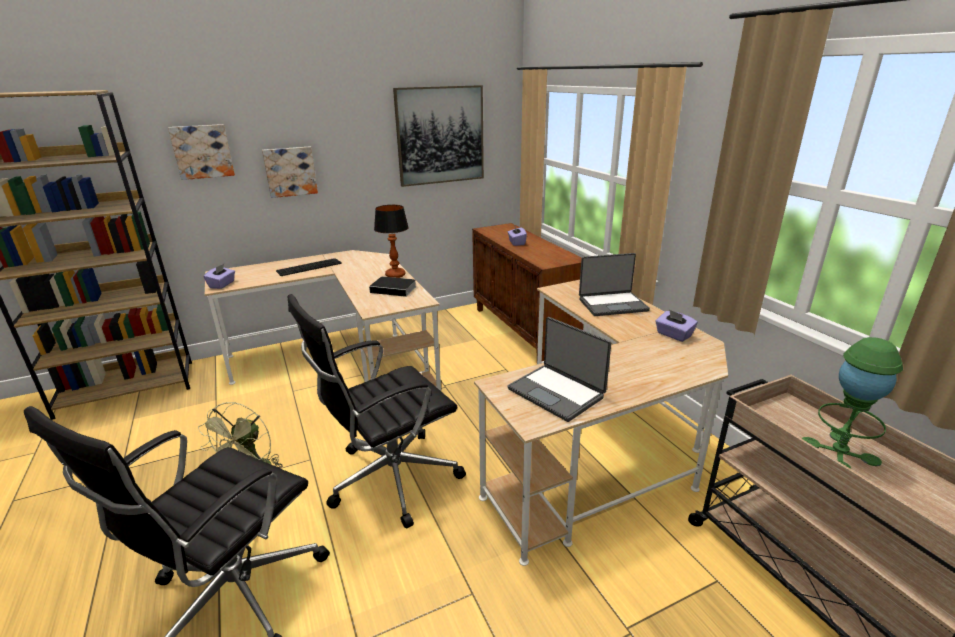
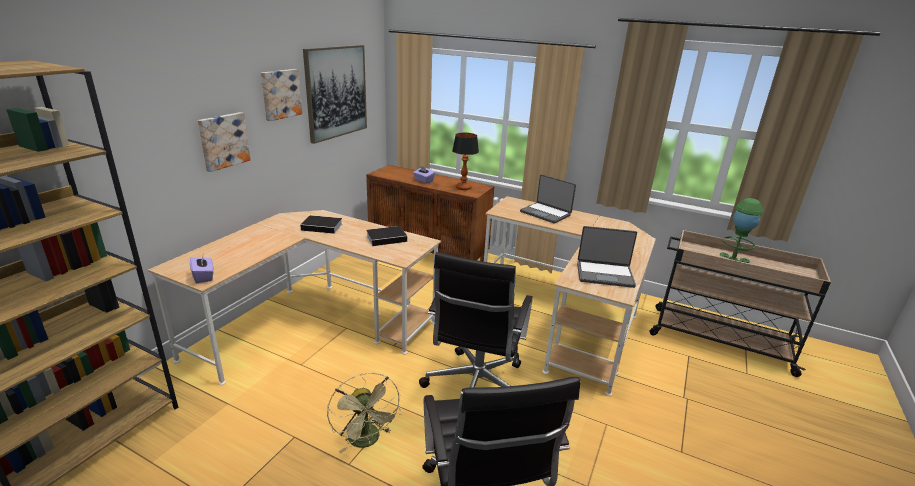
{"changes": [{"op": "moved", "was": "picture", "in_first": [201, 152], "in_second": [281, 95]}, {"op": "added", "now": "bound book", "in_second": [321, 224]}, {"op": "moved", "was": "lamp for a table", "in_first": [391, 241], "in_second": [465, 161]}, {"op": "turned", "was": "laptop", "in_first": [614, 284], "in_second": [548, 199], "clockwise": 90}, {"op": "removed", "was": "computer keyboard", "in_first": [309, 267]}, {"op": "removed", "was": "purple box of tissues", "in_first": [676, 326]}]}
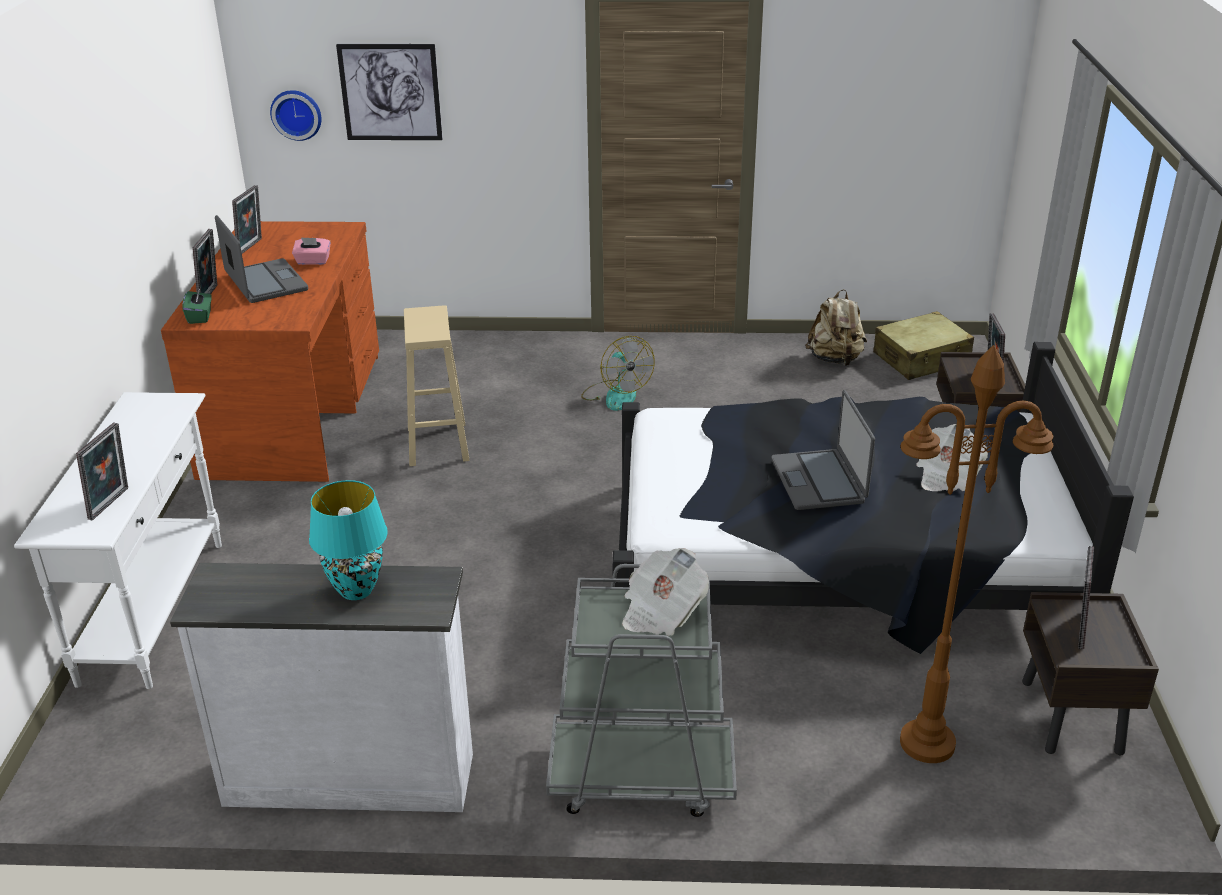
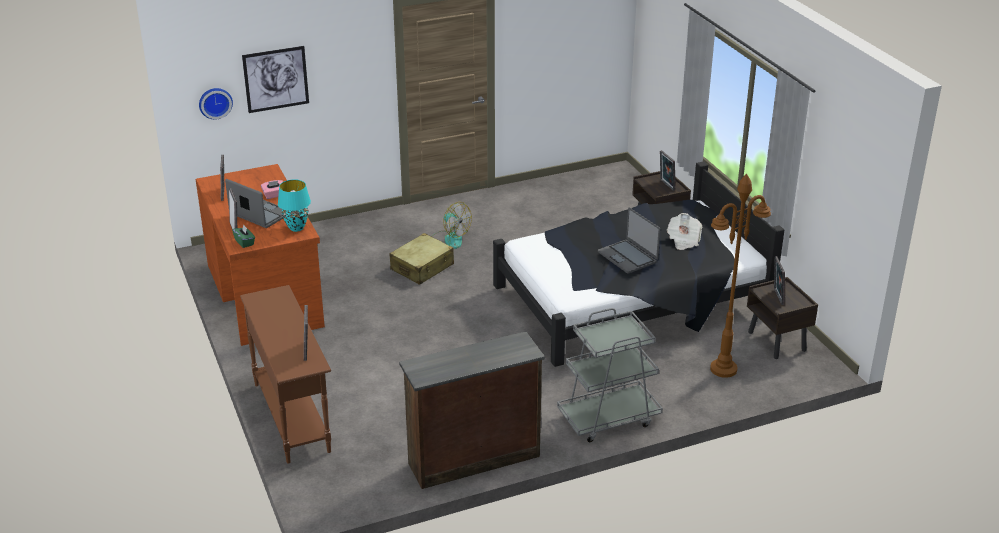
{"changes": [{"op": "recoloured", "was": "whitish hall table", "now": "brown-coloured hall table", "in_first": [118, 540], "in_second": [285, 374]}, {"op": "moved", "was": "turquoise-coloured lamp for a table", "in_first": [348, 540], "in_second": [294, 205]}, {"op": "moved", "was": "beige-coloured piece of luggage", "in_first": [923, 345], "in_second": [422, 259]}, {"op": "recoloured", "was": "whitish chest of drawers", "now": "brown-coloured chest of drawers", "in_first": [321, 687], "in_second": [472, 410]}, {"op": "removed", "was": "beige-coloured stool seat", "in_first": [436, 385]}, {"op": "removed", "was": "newspaper", "in_first": [665, 592]}, {"op": "removed", "was": "beige-coloured knapsack", "in_first": [836, 327]}]}
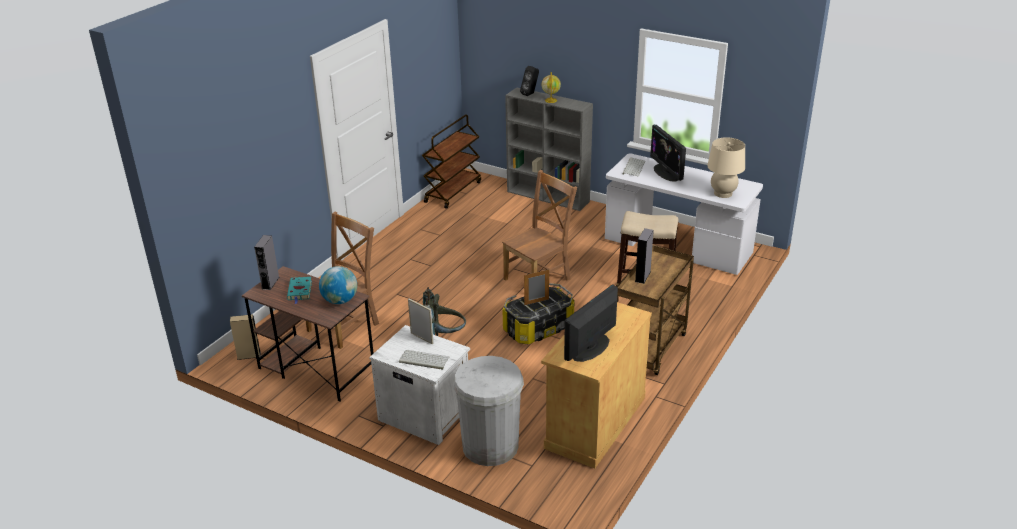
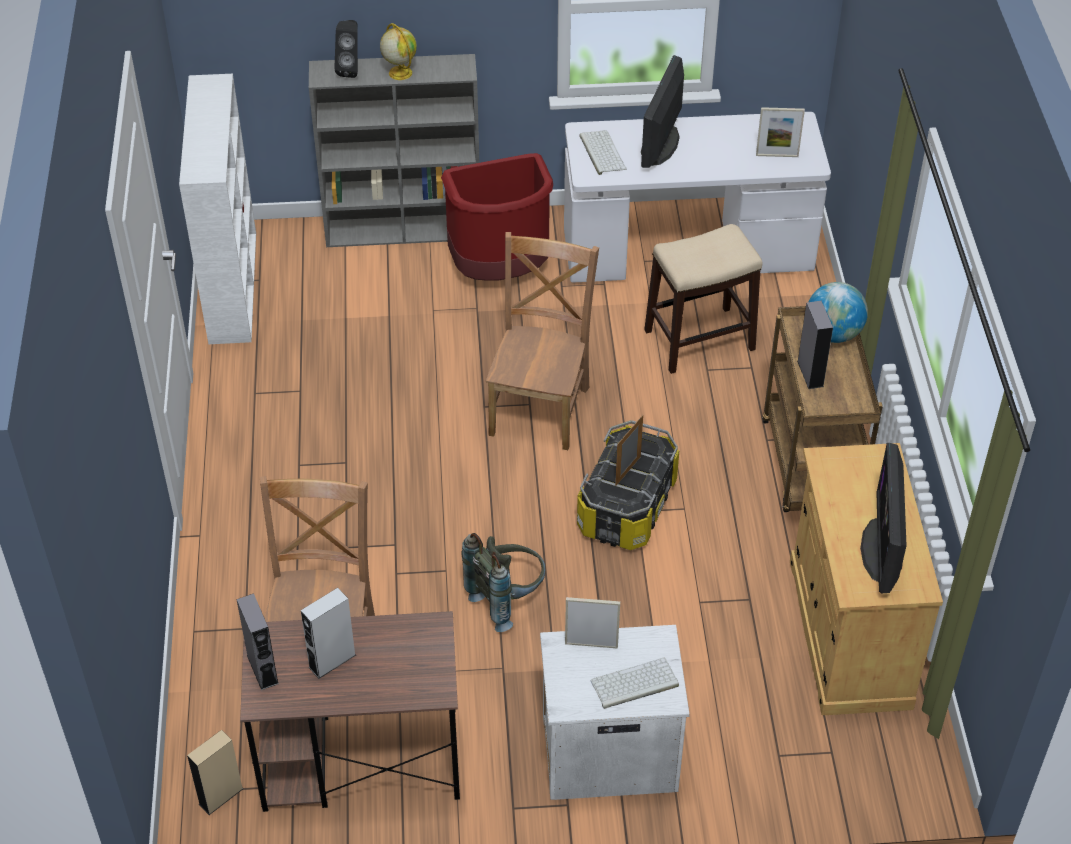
{"changes": [{"op": "replaced", "was": "brown-coloured trolley", "now": "whitish bookcase", "in_first": [451, 161], "in_second": [217, 209]}, {"op": "replaced", "was": "turquoise-coloured bound book", "now": "grey speaker", "in_first": [299, 290], "in_second": [328, 633]}, {"op": "added", "now": "reddish rubbish bin", "in_second": [497, 217]}, {"op": "turned", "was": "computer display", "in_first": [668, 153], "in_second": [662, 111], "clockwise": 75}, {"op": "replaced", "was": "beige-coloured lamp for a table", "now": "standing frame", "in_first": [726, 167], "in_second": [780, 132]}, {"op": "moved", "was": "desk globe", "in_first": [338, 285], "in_second": [838, 312]}, {"op": "removed", "was": "whitish rubbish bin", "in_first": [488, 411]}]}
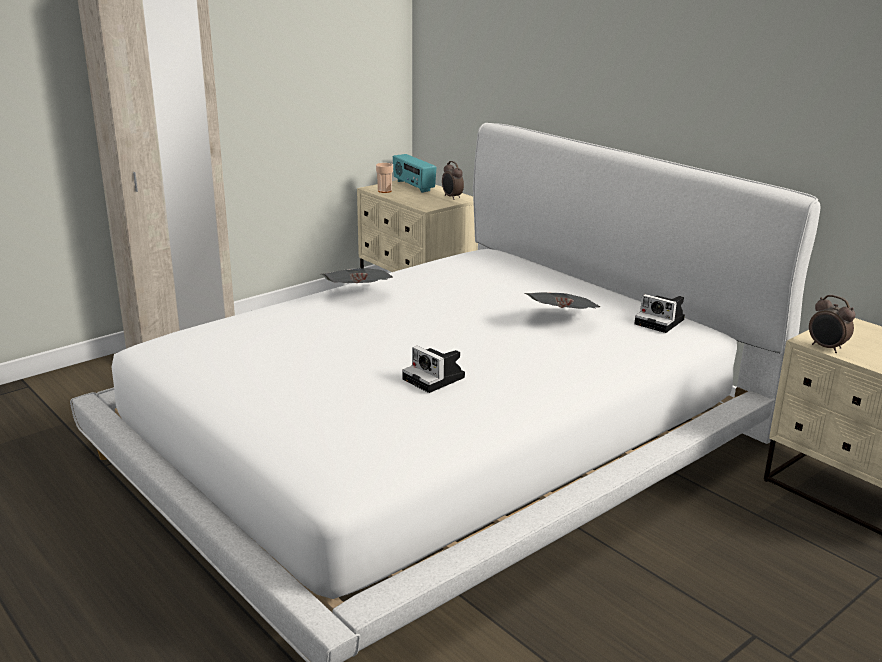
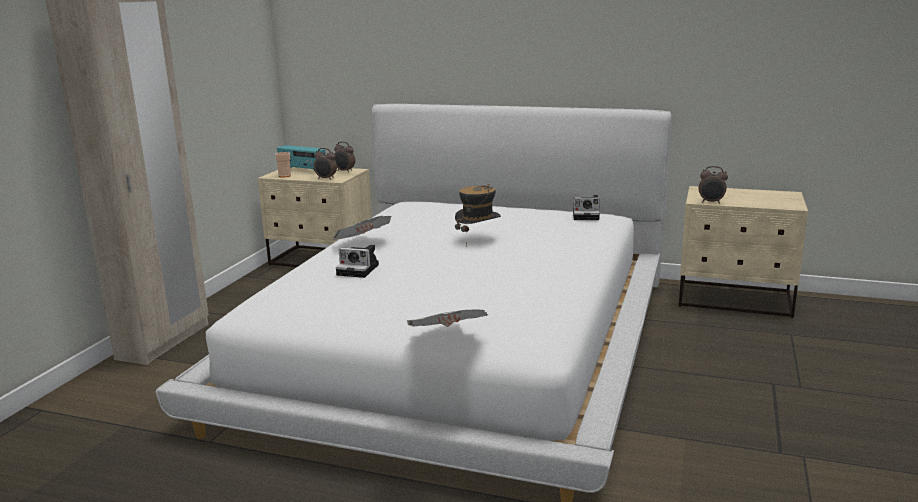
{"changes": [{"op": "added", "now": "alarm clock", "in_second": [325, 164]}, {"op": "moved", "was": "photo camera", "in_first": [433, 369], "in_second": [357, 261]}, {"op": "moved", "was": "newspaper", "in_first": [562, 300], "in_second": [447, 318]}, {"op": "added", "now": "hat", "in_second": [478, 215]}]}
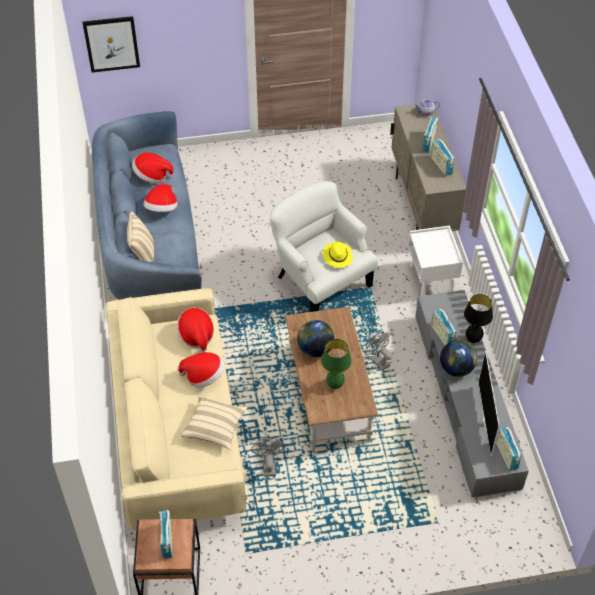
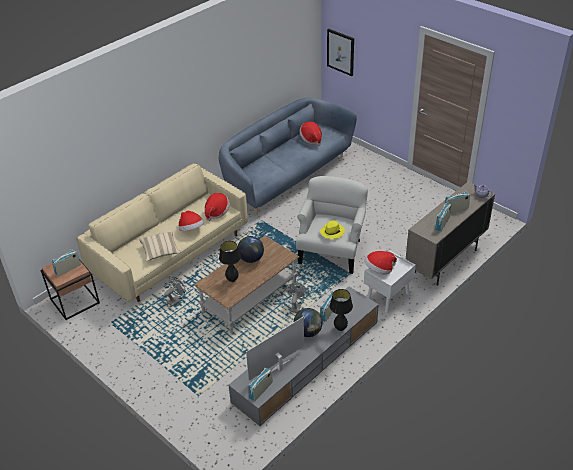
{"changes": [{"op": "recoloured", "was": "green-coloured lamp for a table", "now": "black-coloured lamp for a table", "in_first": [336, 364], "in_second": [230, 261]}, {"op": "moved", "was": "hat", "in_first": [161, 197], "in_second": [380, 262]}, {"op": "removed", "was": "beige-coloured throw pillow", "in_first": [140, 236]}]}
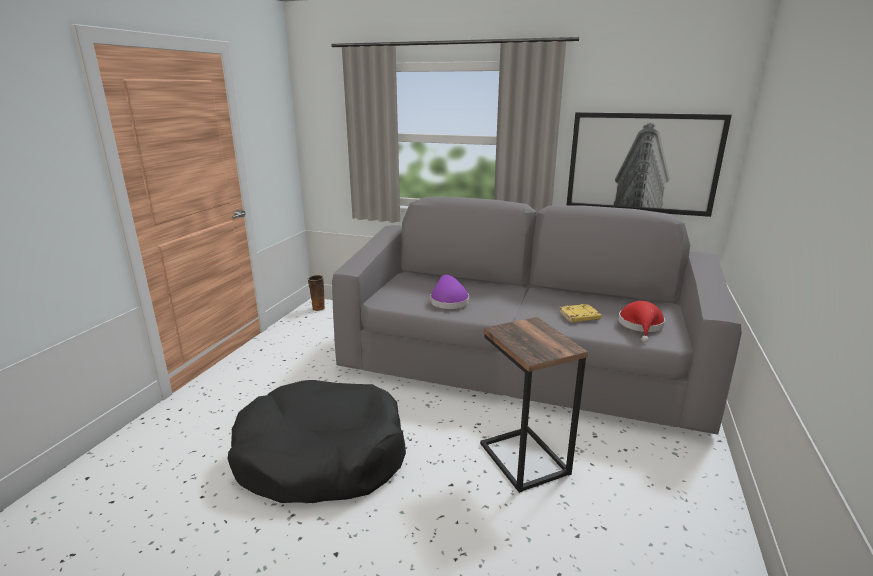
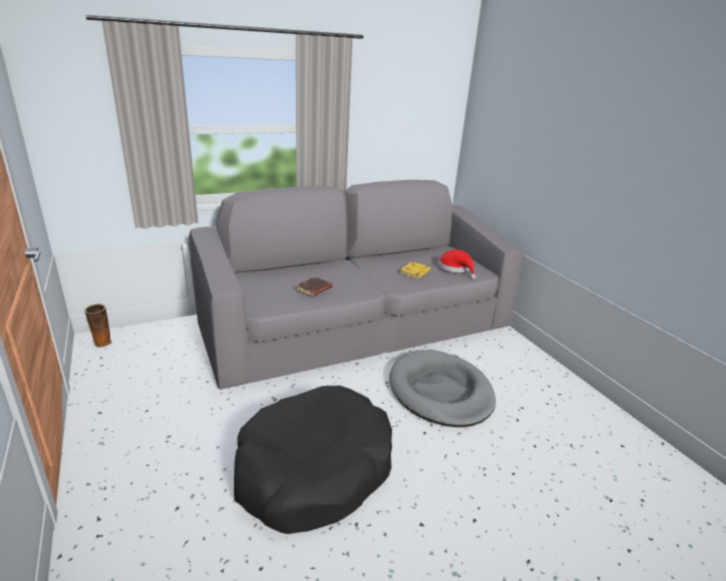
{"changes": [{"op": "replaced", "was": "purple hat", "now": "brown-coloured bound book", "in_first": [449, 292], "in_second": [314, 287]}, {"op": "replaced", "was": "end table", "now": "grey pet bed", "in_first": [534, 405], "in_second": [442, 388]}, {"op": "removed", "was": "picture", "in_first": [649, 164]}]}
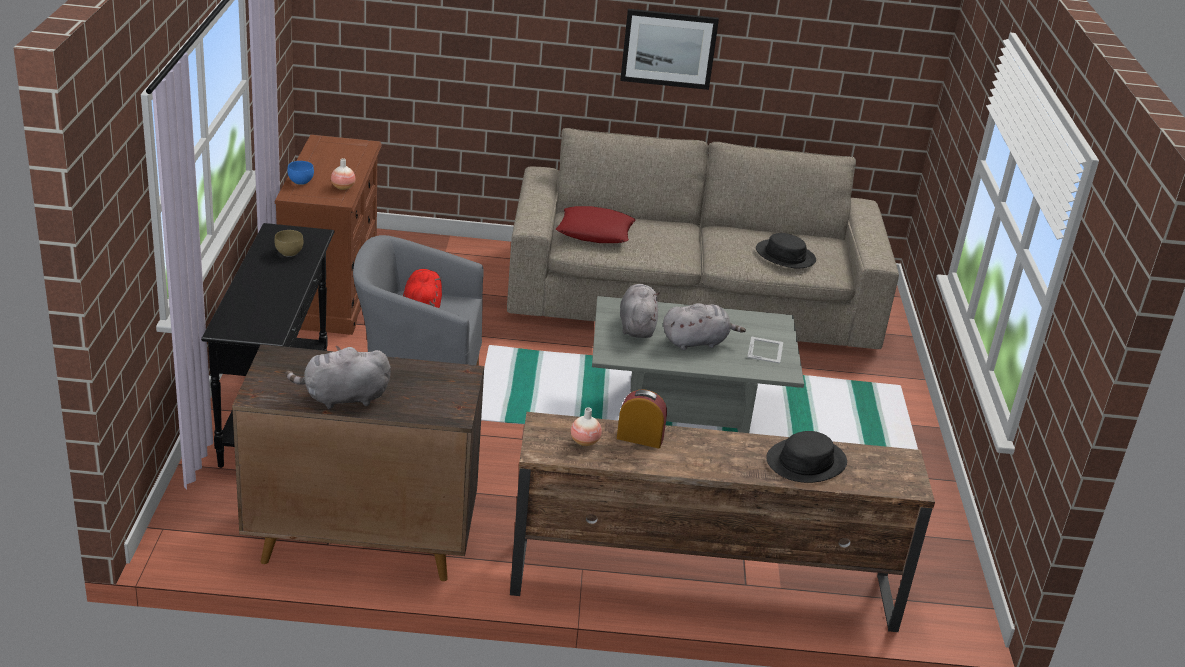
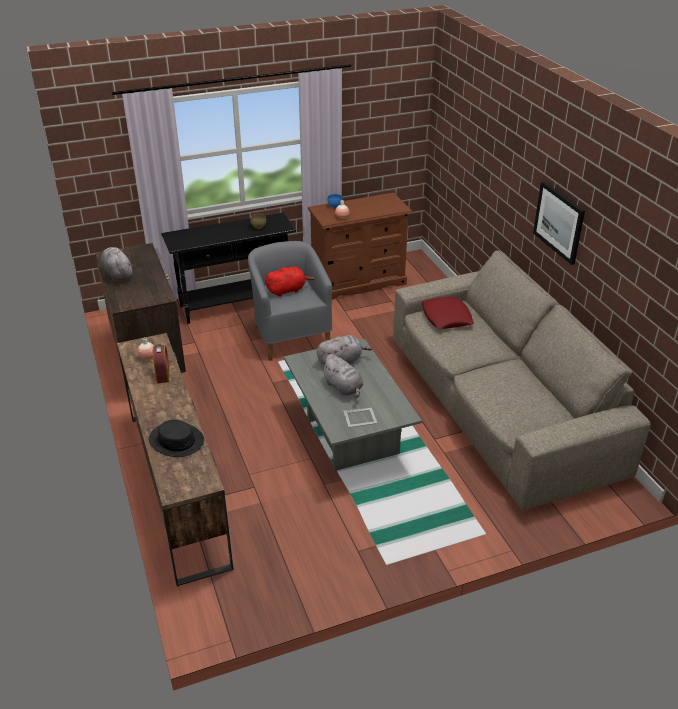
{"changes": [{"op": "removed", "was": "black-coloured hat", "in_first": [786, 251]}]}
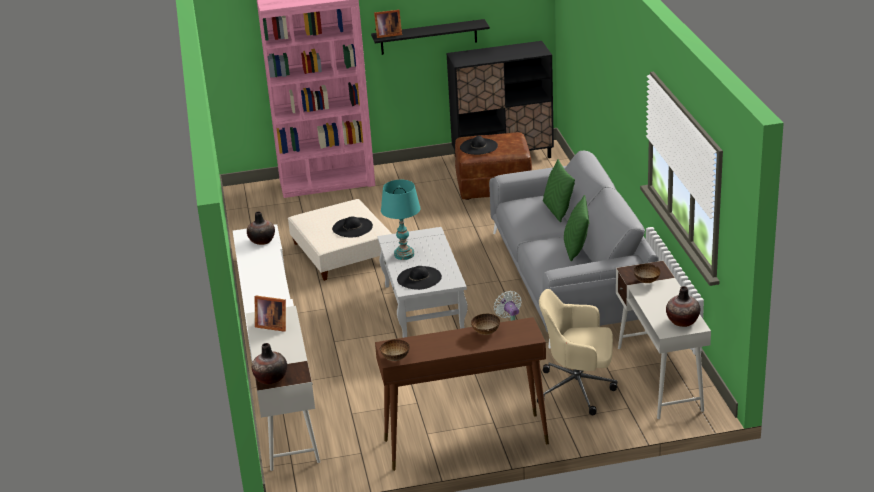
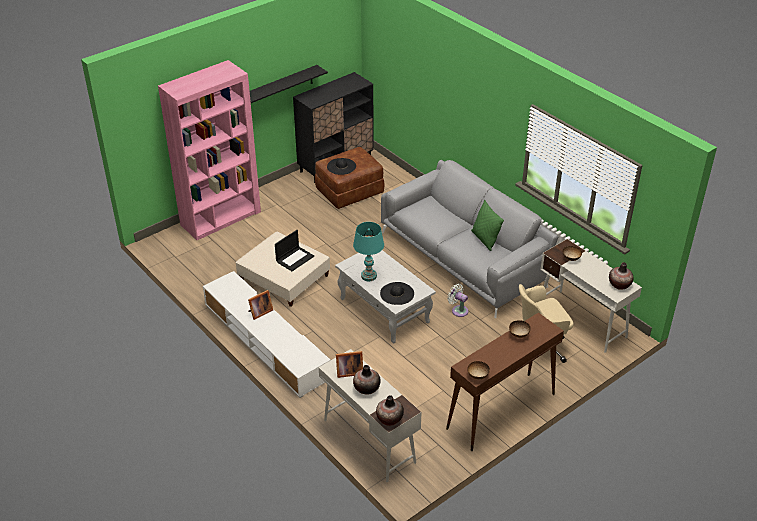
{"changes": [{"op": "moved", "was": "standing frame", "in_first": [388, 24], "in_second": [260, 305]}, {"op": "replaced", "was": "black-coloured hat", "now": "laptop", "in_first": [352, 226], "in_second": [294, 250]}, {"op": "moved", "was": "decorative vase", "in_first": [261, 228], "in_second": [366, 379]}, {"op": "removed", "was": "green-coloured throw pillow", "in_first": [559, 190]}]}
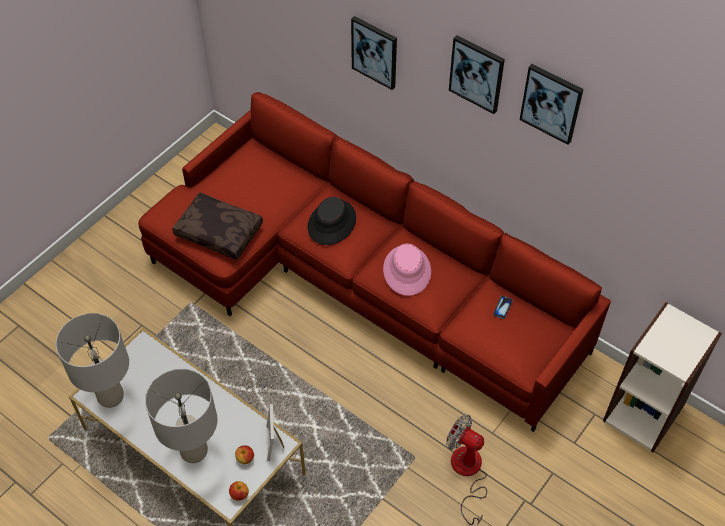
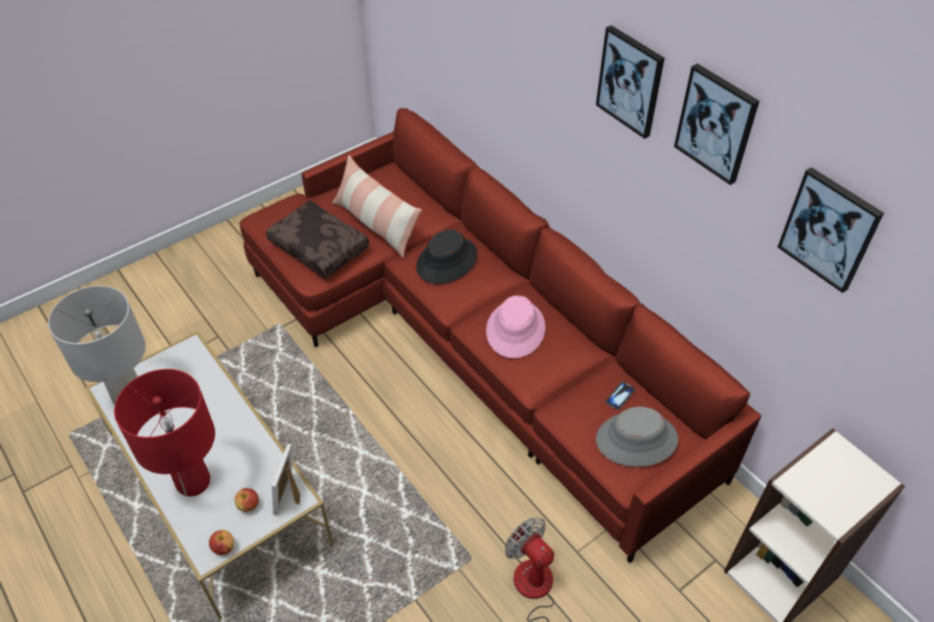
{"changes": [{"op": "recoloured", "was": "grey lamp for a table", "now": "reddish lamp for a table", "in_first": [181, 416], "in_second": [164, 432]}, {"op": "added", "now": "throw pillow", "in_second": [377, 206]}, {"op": "added", "now": "grey hat", "in_second": [637, 437]}, {"op": "moved", "was": "picture", "in_first": [374, 53], "in_second": [831, 230]}]}
